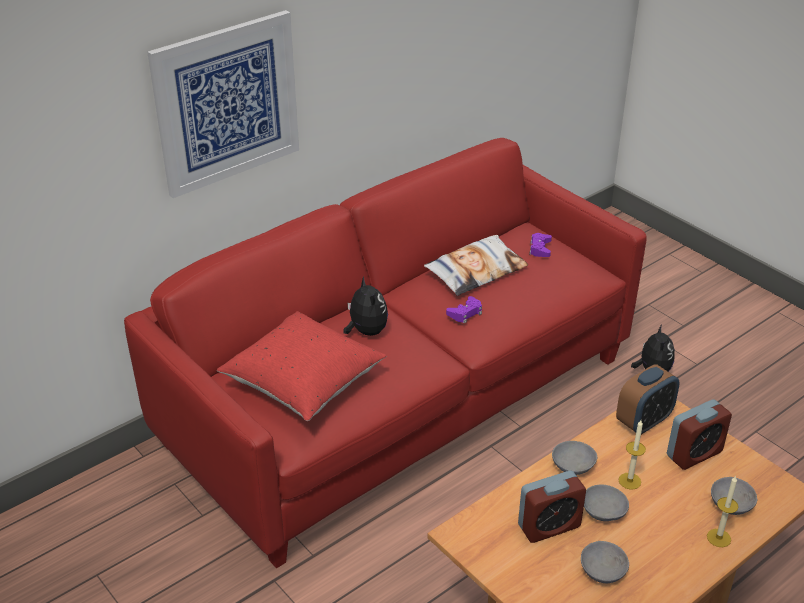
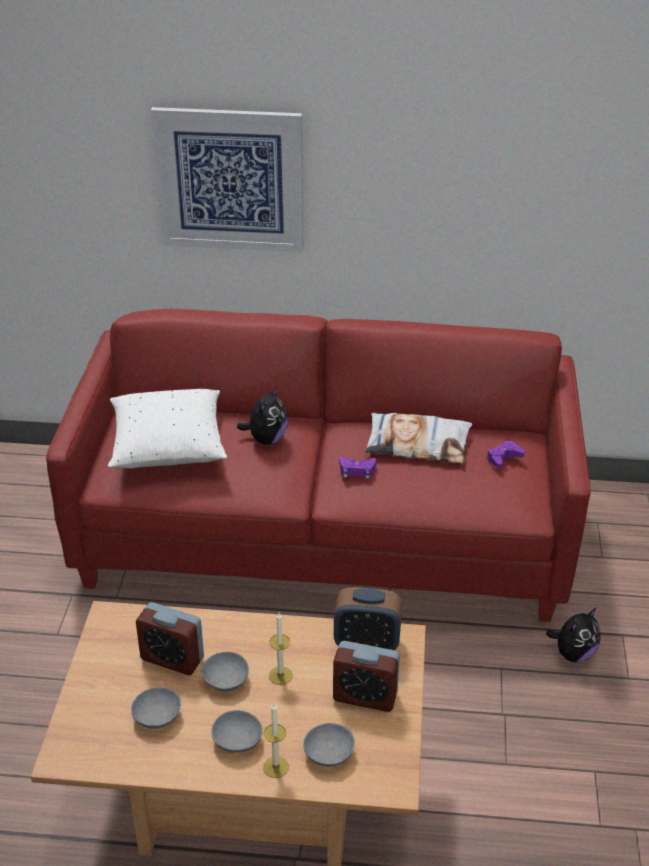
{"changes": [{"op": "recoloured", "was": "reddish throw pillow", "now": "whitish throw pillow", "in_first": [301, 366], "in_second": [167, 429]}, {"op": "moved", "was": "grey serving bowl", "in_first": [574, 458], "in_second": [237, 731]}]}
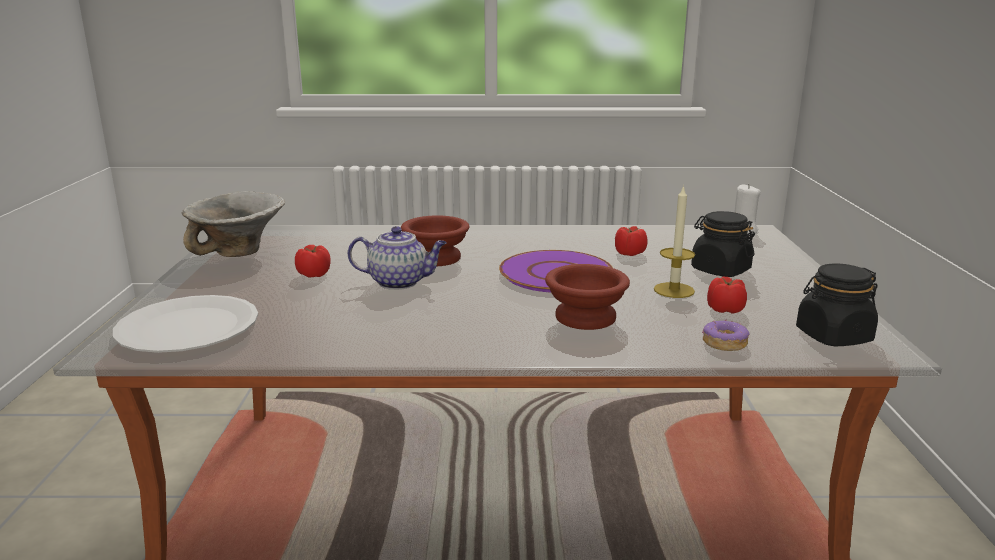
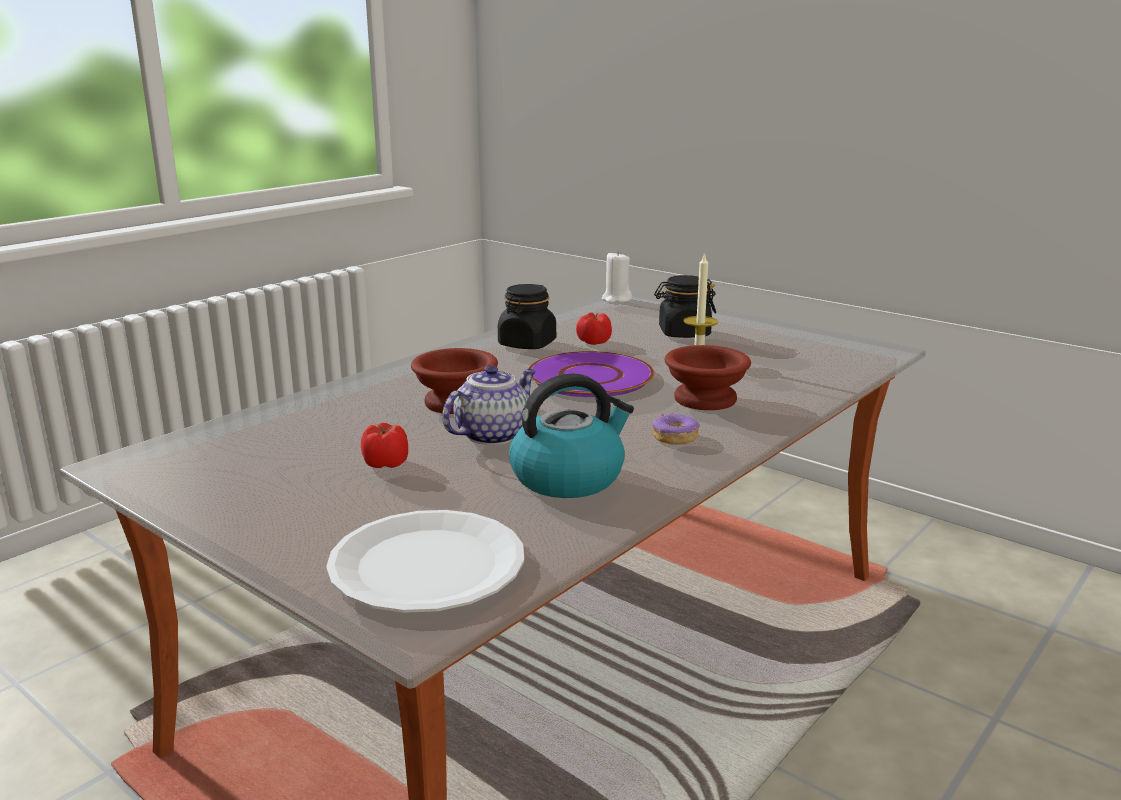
{"changes": [{"op": "moved", "was": "black-coloured storage jar", "in_first": [837, 305], "in_second": [527, 316]}, {"op": "added", "now": "kettle", "in_second": [571, 435]}, {"op": "moved", "was": "donut", "in_first": [726, 335], "in_second": [675, 429]}, {"op": "removed", "was": "serving bowl", "in_first": [233, 224]}, {"op": "removed", "was": "tomato", "in_first": [727, 295]}]}
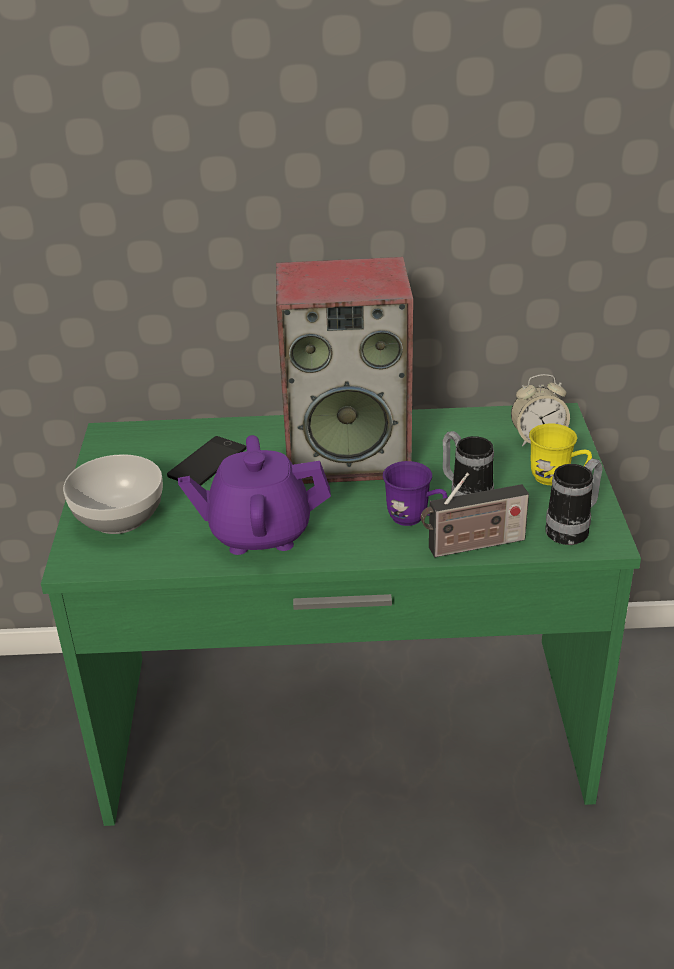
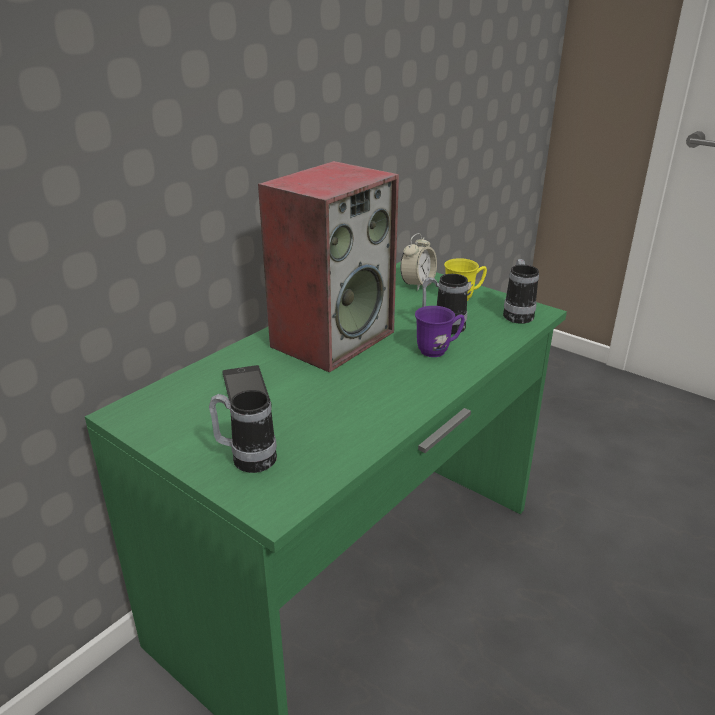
{"changes": [{"op": "replaced", "was": "serving bowl", "now": "mug", "in_first": [113, 494], "in_second": [243, 431]}, {"op": "removed", "was": "purple pot for tea", "in_first": [254, 495]}, {"op": "removed", "was": "radio receiver", "in_first": [475, 515]}]}
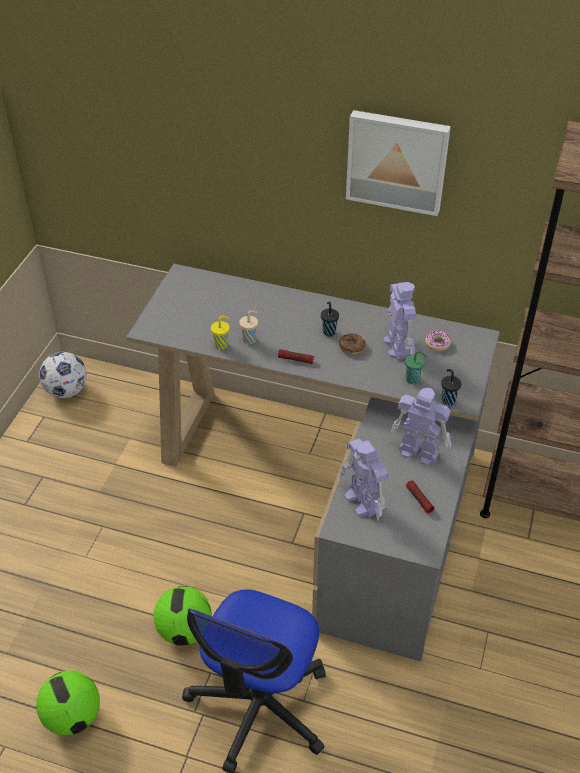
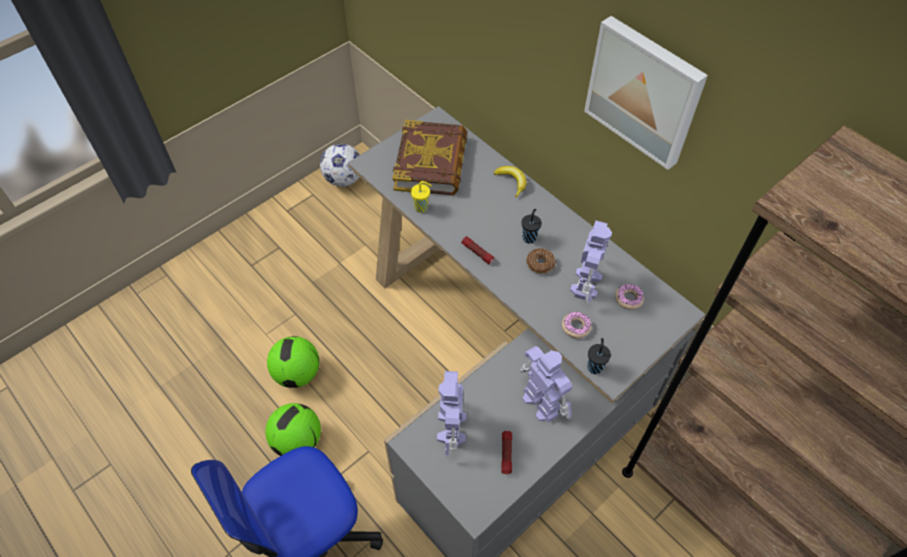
{"changes": [{"op": "moved", "was": "football ball", "in_first": [68, 702], "in_second": [293, 362]}, {"op": "added", "now": "bound book", "in_second": [429, 157]}, {"op": "added", "now": "whole banana", "in_second": [510, 182]}, {"op": "replaced", "was": "green-coloured drinking cup", "now": "donut", "in_first": [416, 367], "in_second": [576, 325]}, {"op": "removed", "was": "beige-coloured drinking cup", "in_first": [249, 327]}]}
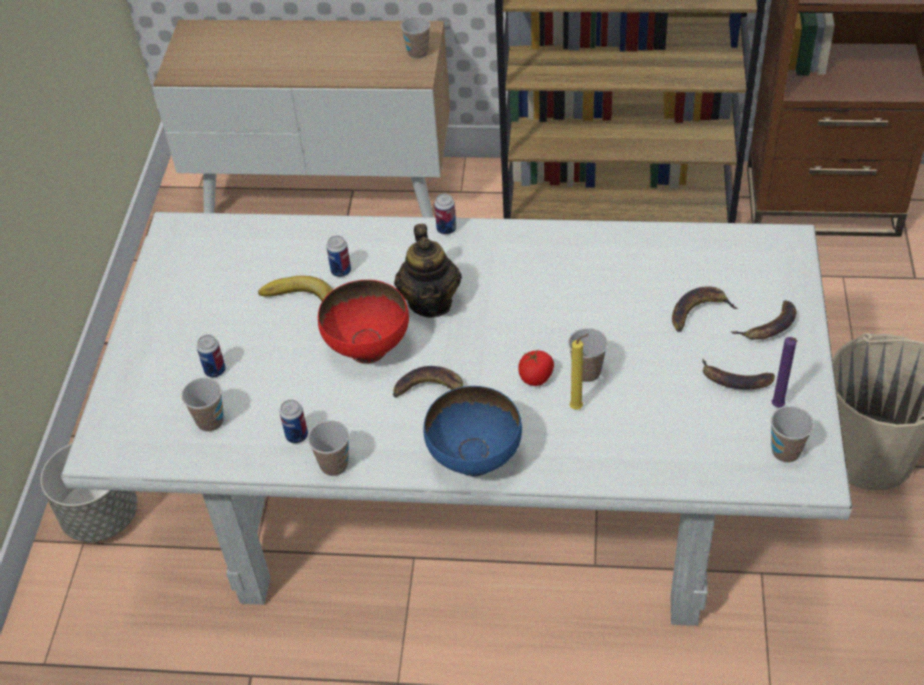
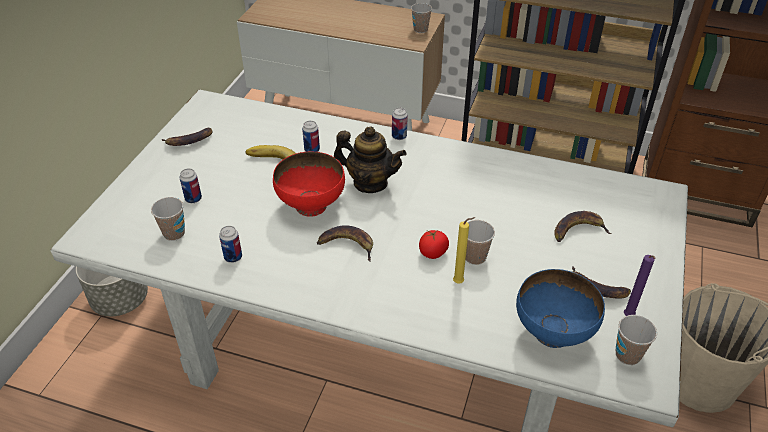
{"changes": [{"op": "moved", "was": "whole banana", "in_first": [763, 320], "in_second": [187, 137]}, {"op": "turned", "was": "pot for tea", "in_first": [428, 271], "in_second": [370, 159], "clockwise": -75}, {"op": "moved", "was": "blue serving bowl", "in_first": [472, 431], "in_second": [560, 308]}, {"op": "removed", "was": "drinking cup", "in_first": [328, 448]}]}
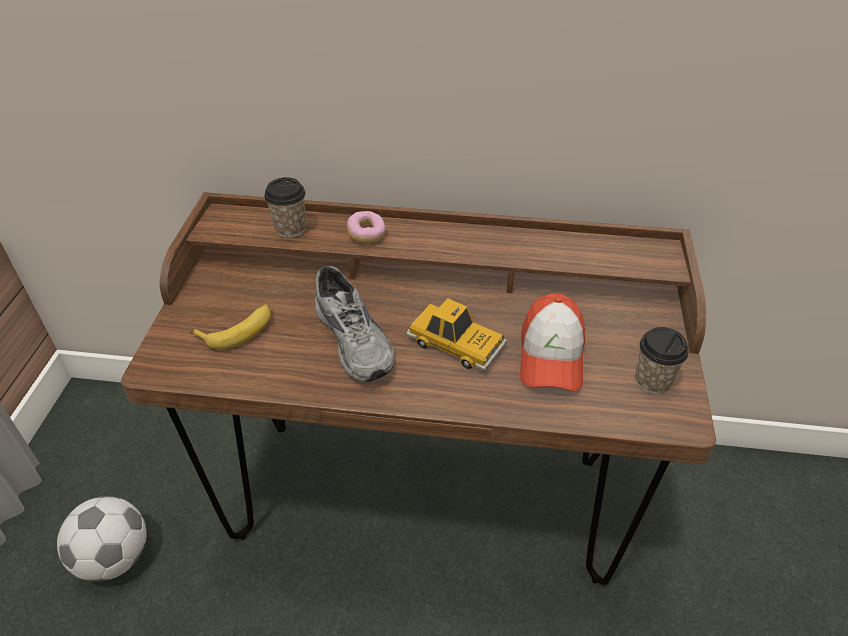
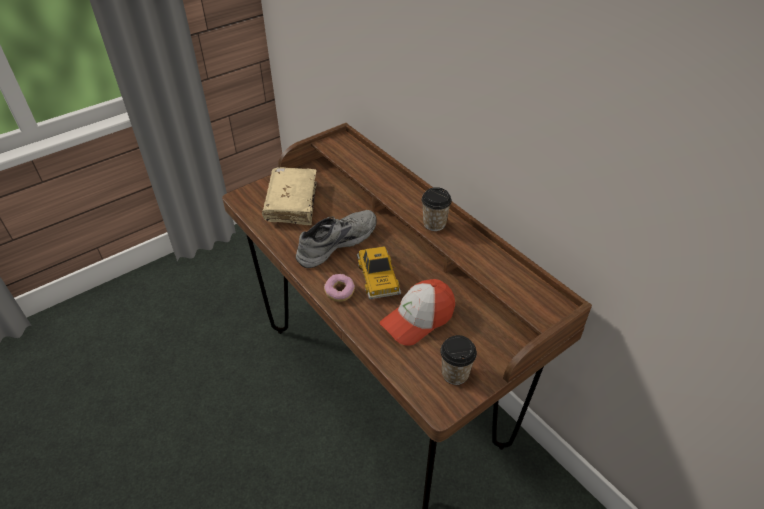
{"changes": [{"op": "replaced", "was": "whole banana", "now": "beige-coloured bound book", "in_first": [230, 326], "in_second": [289, 196]}, {"op": "turned", "was": "grey shoe", "in_first": [355, 324], "in_second": [336, 239], "clockwise": -150}, {"op": "moved", "was": "donut", "in_first": [366, 227], "in_second": [339, 288]}, {"op": "moved", "was": "drinking cup", "in_first": [285, 207], "in_second": [436, 209]}, {"op": "removed", "was": "football ball", "in_first": [101, 539]}]}
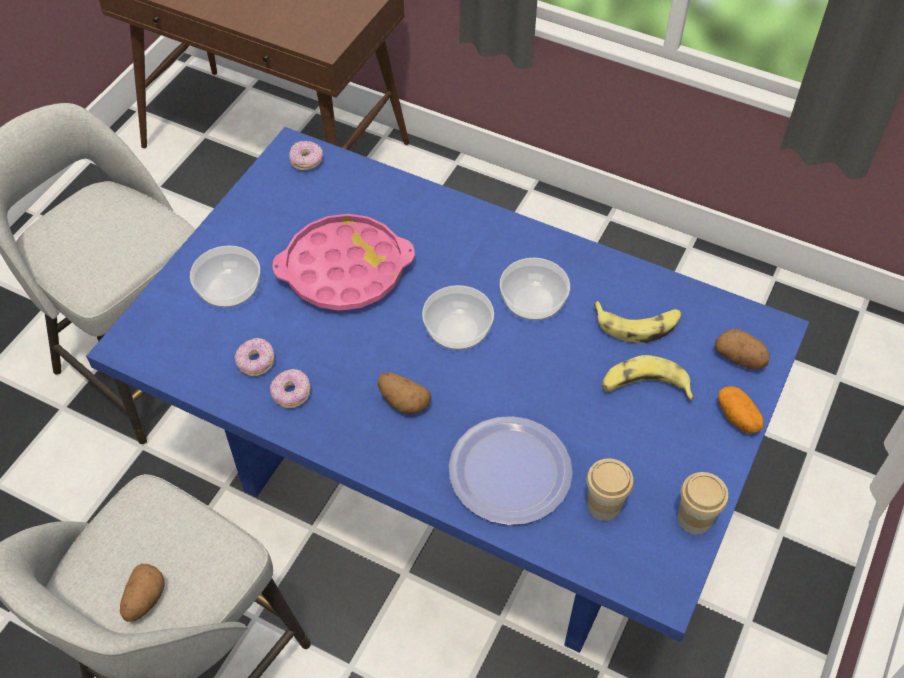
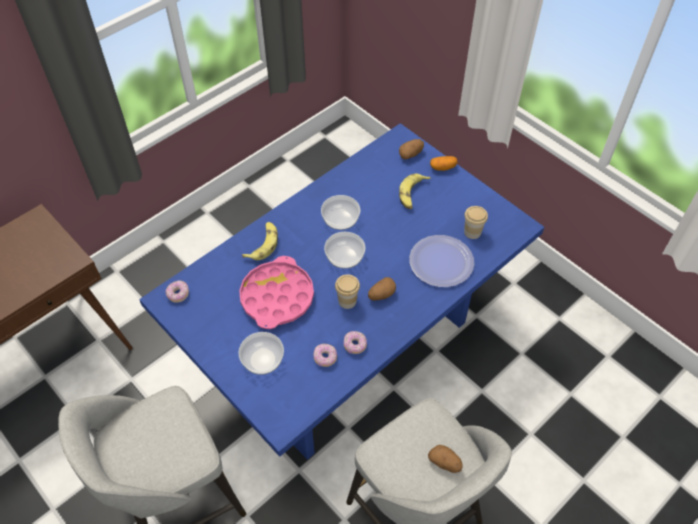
{"changes": [{"op": "moved", "was": "whole banana", "in_first": [637, 322], "in_second": [260, 241]}, {"op": "moved", "was": "drinking cup", "in_first": [703, 503], "in_second": [347, 291]}]}
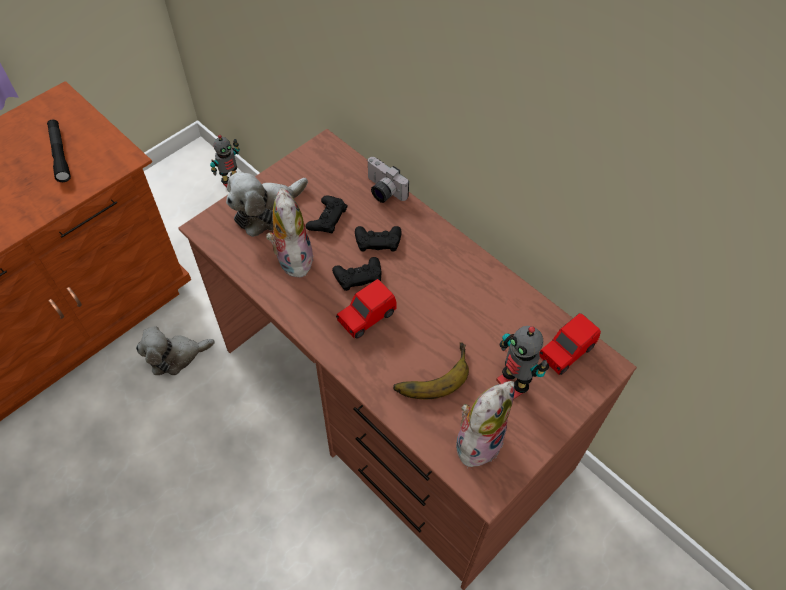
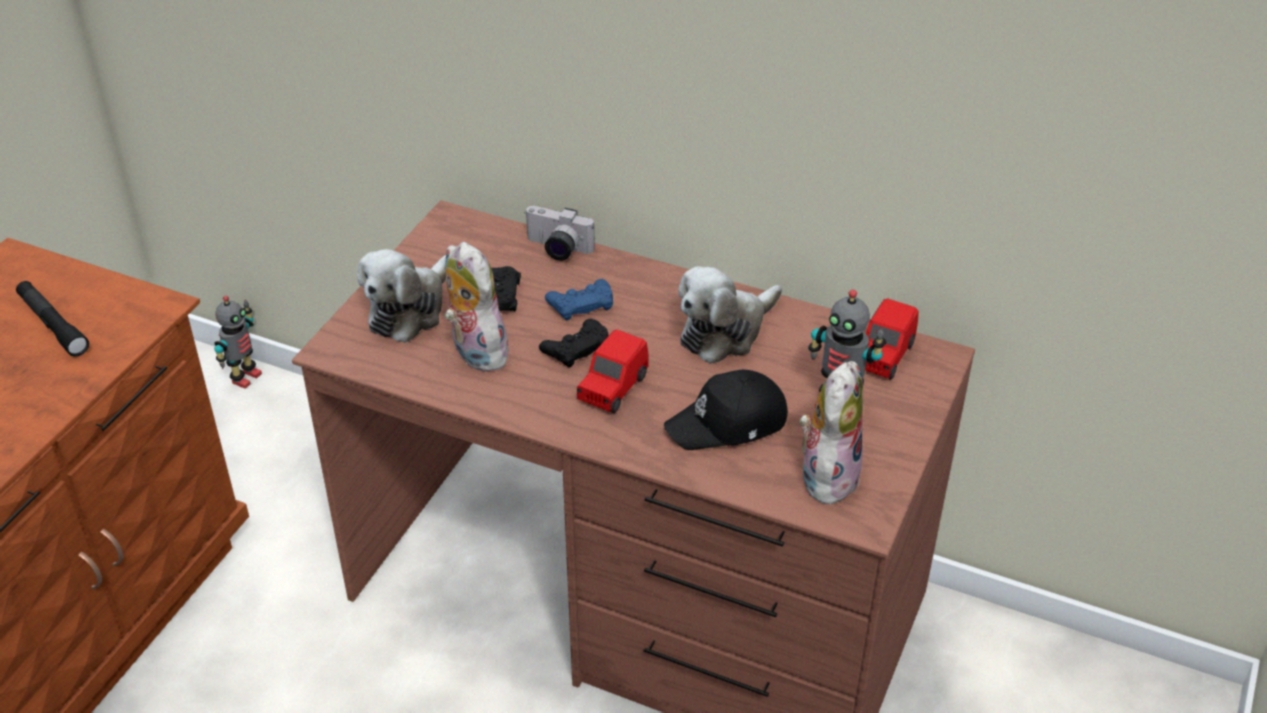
{"changes": [{"op": "recoloured", "was": "black-coloured game controller", "now": "blue game controller", "in_first": [378, 238], "in_second": [579, 299]}, {"op": "replaced", "was": "whole banana", "now": "black-coloured peaked cap", "in_first": [431, 370], "in_second": [726, 410]}, {"op": "moved", "was": "soft toy", "in_first": [175, 350], "in_second": [730, 315]}]}
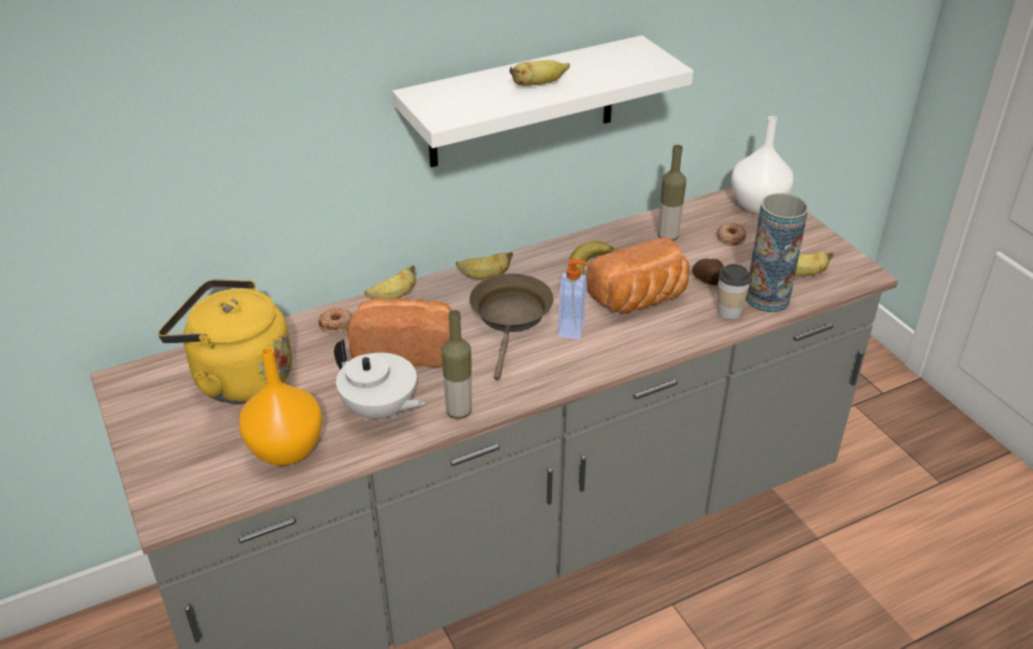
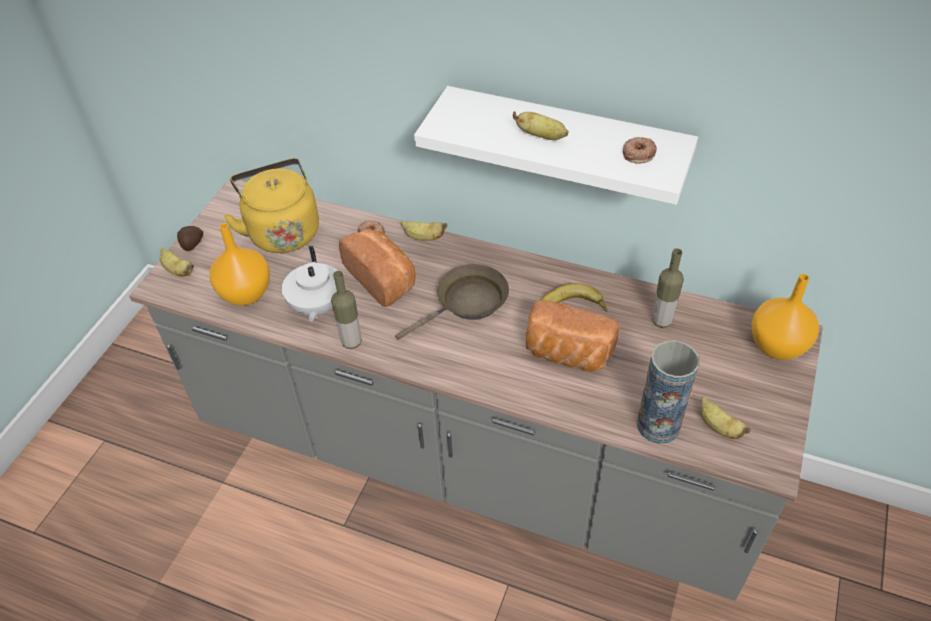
{"changes": [{"op": "moved", "was": "whole banana", "in_first": [484, 265], "in_second": [177, 262]}, {"op": "moved", "was": "whole potato", "in_first": [708, 272], "in_second": [190, 238]}, {"op": "moved", "was": "donut", "in_first": [731, 234], "in_second": [640, 150]}, {"op": "recoloured", "was": "whitish decorative vase", "now": "orange decorative vase", "in_first": [762, 165], "in_second": [785, 317]}, {"op": "removed", "was": "soap bottle", "in_first": [573, 299]}, {"op": "removed", "was": "drinking cup", "in_first": [734, 291]}]}
